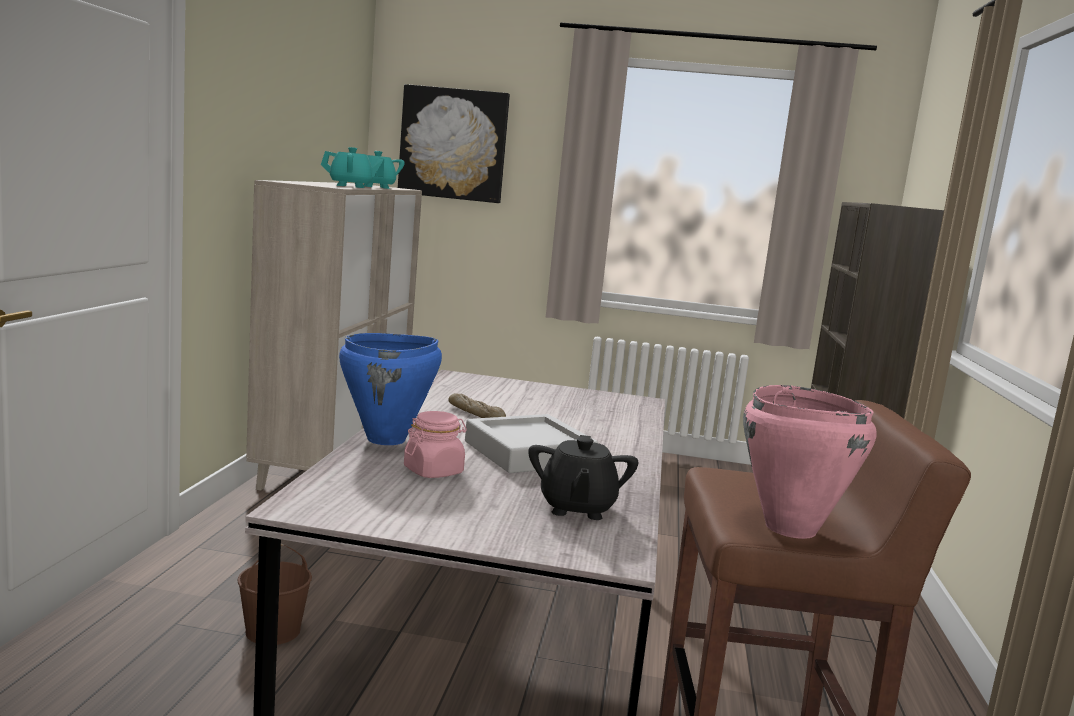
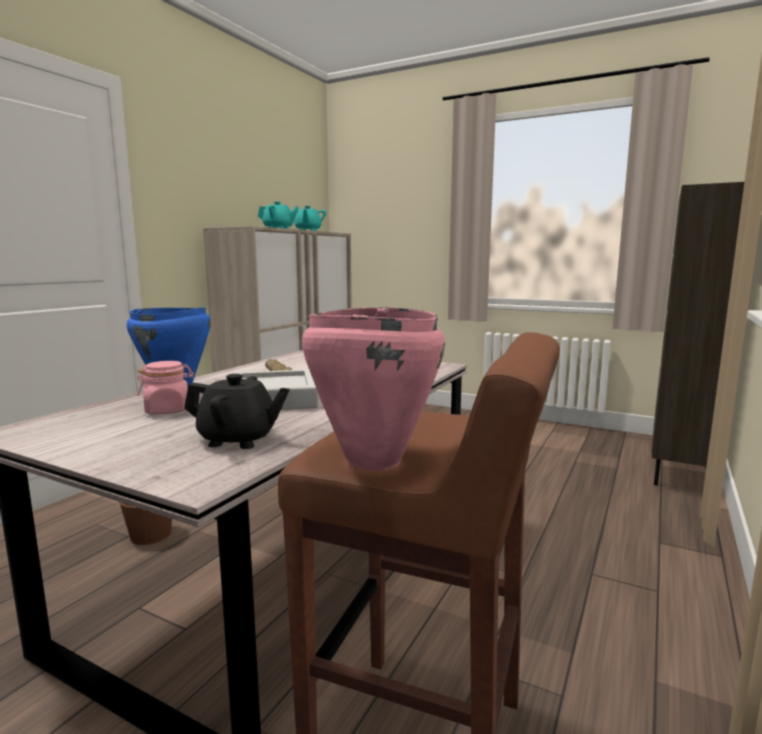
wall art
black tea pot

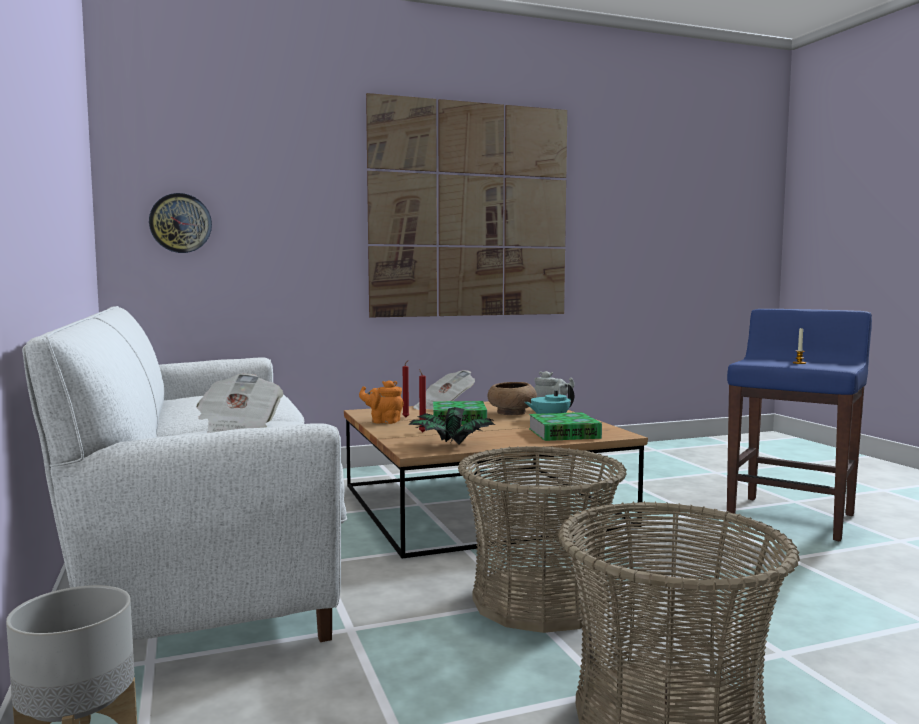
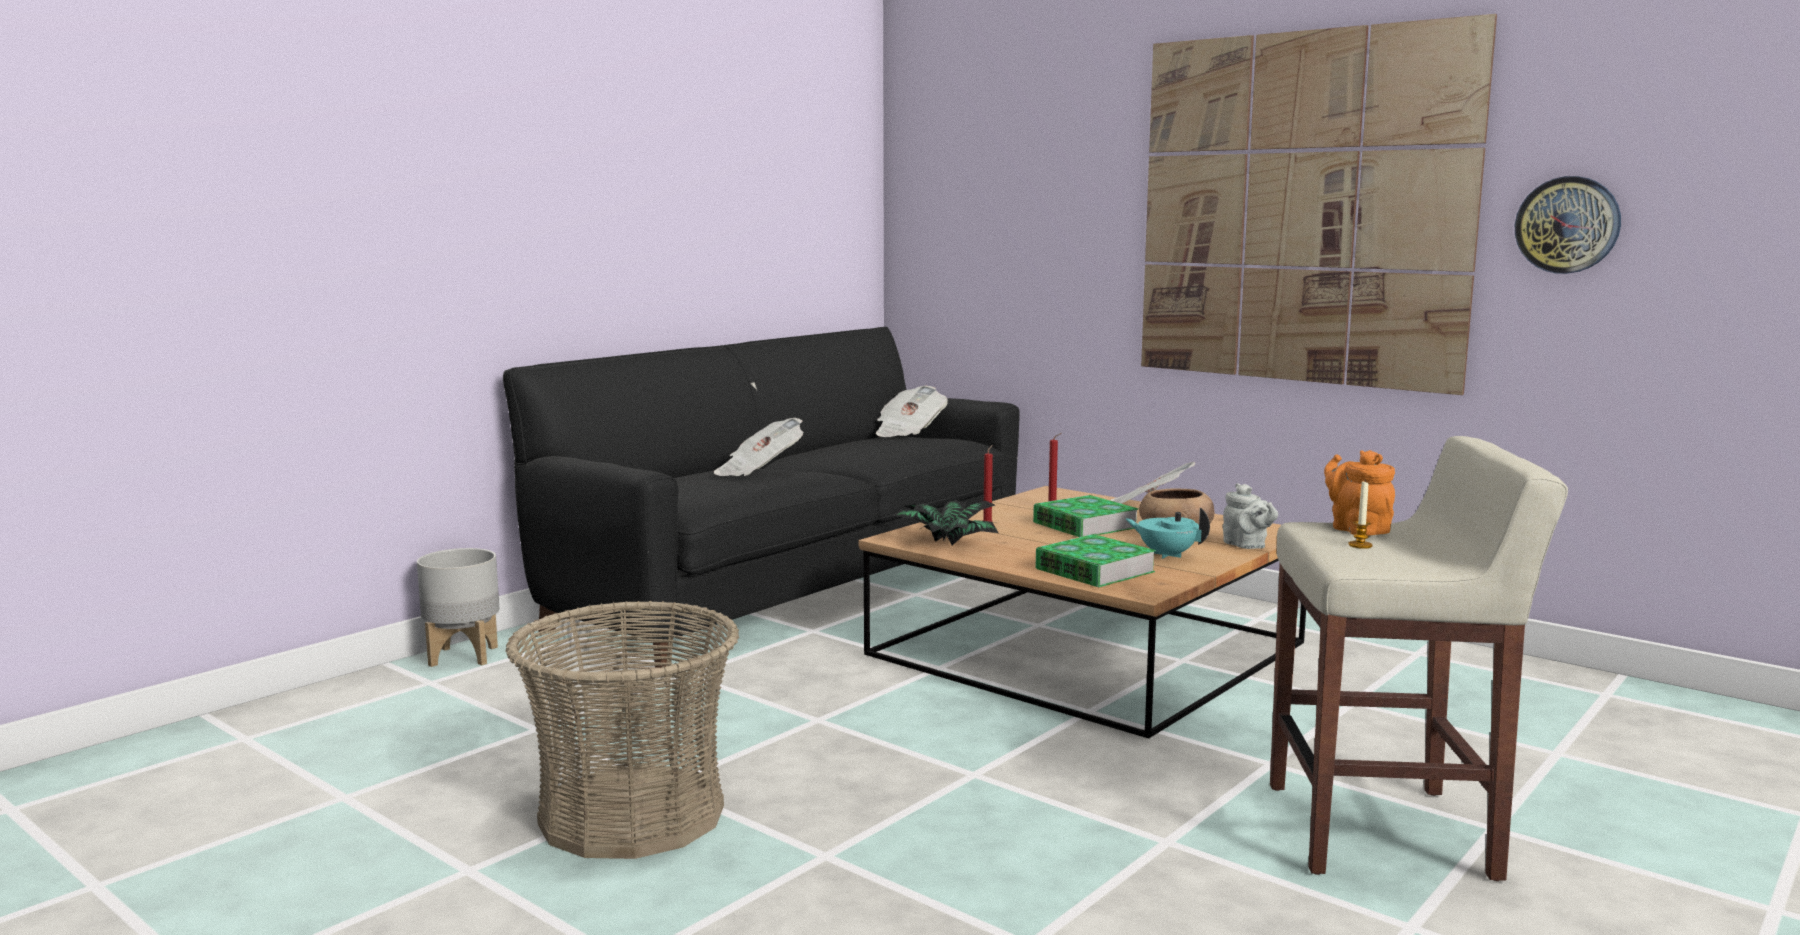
black sofa
clock on the wall
orange tea pot
storage basket (1st from left in the first image)
beige-coloured stool seat
newspaper (2nd from left)

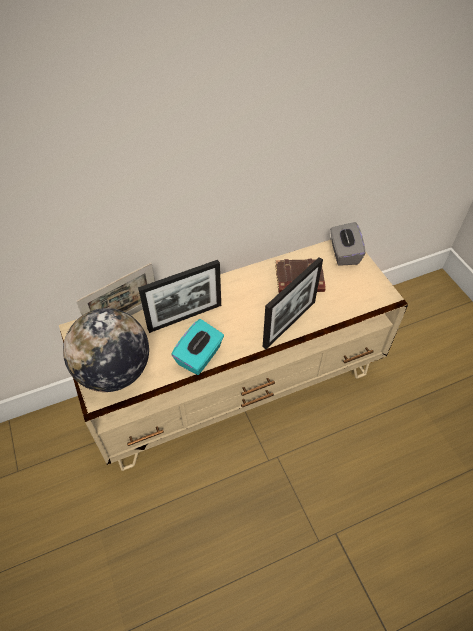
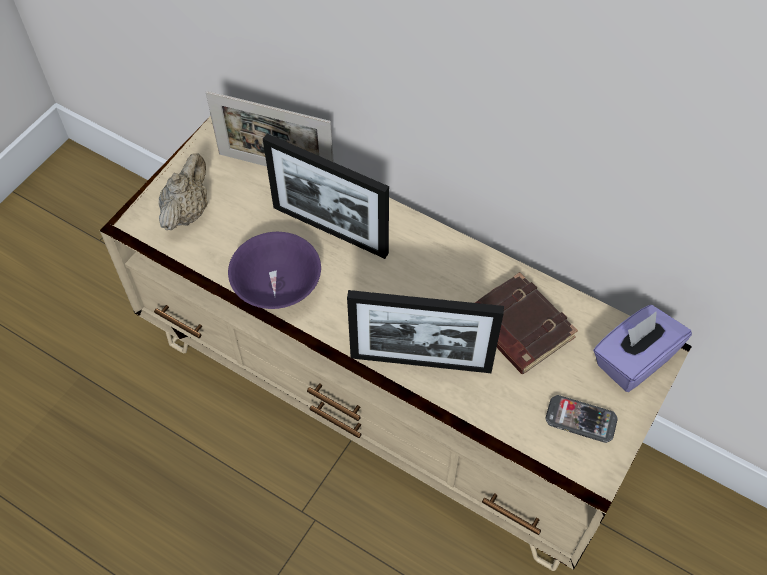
beige-coloured tea pot
purple-coloured deep dish
purple-coloured tissue box
telephone

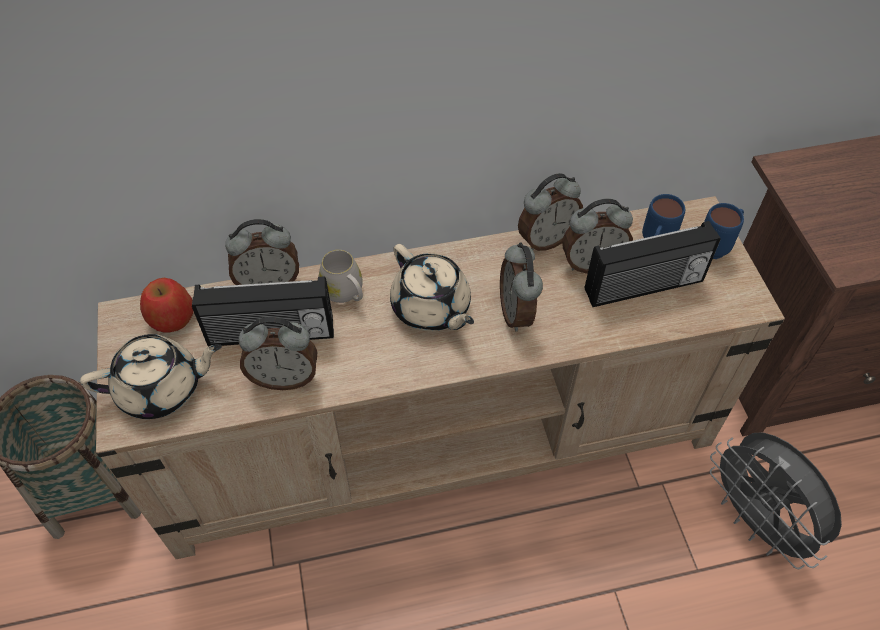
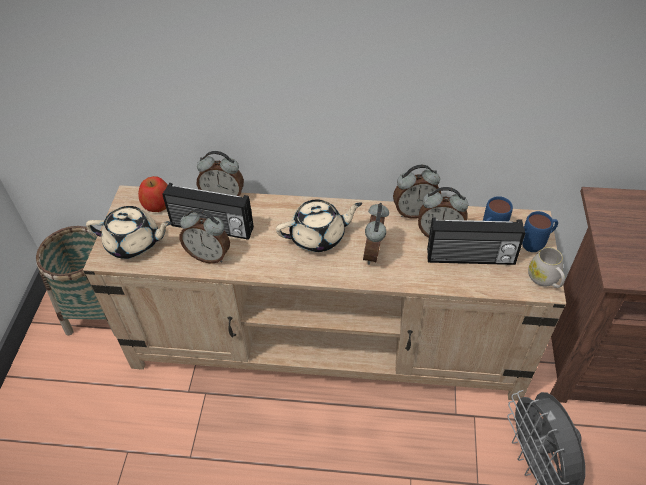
white coffee mug
beige-coloured tea pot (2nd from left)

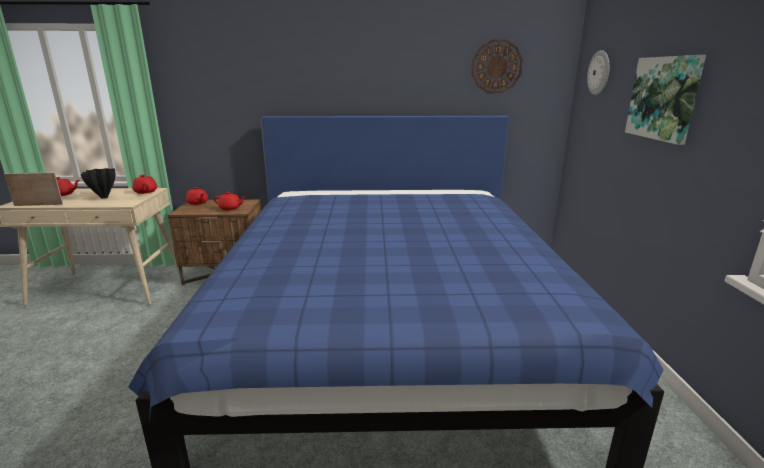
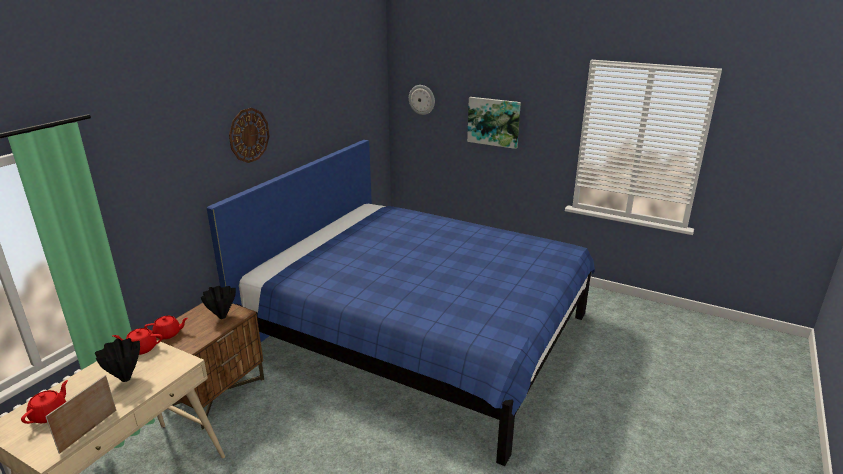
black flower vase (2nd from left)
clock on the wall (1st from left)

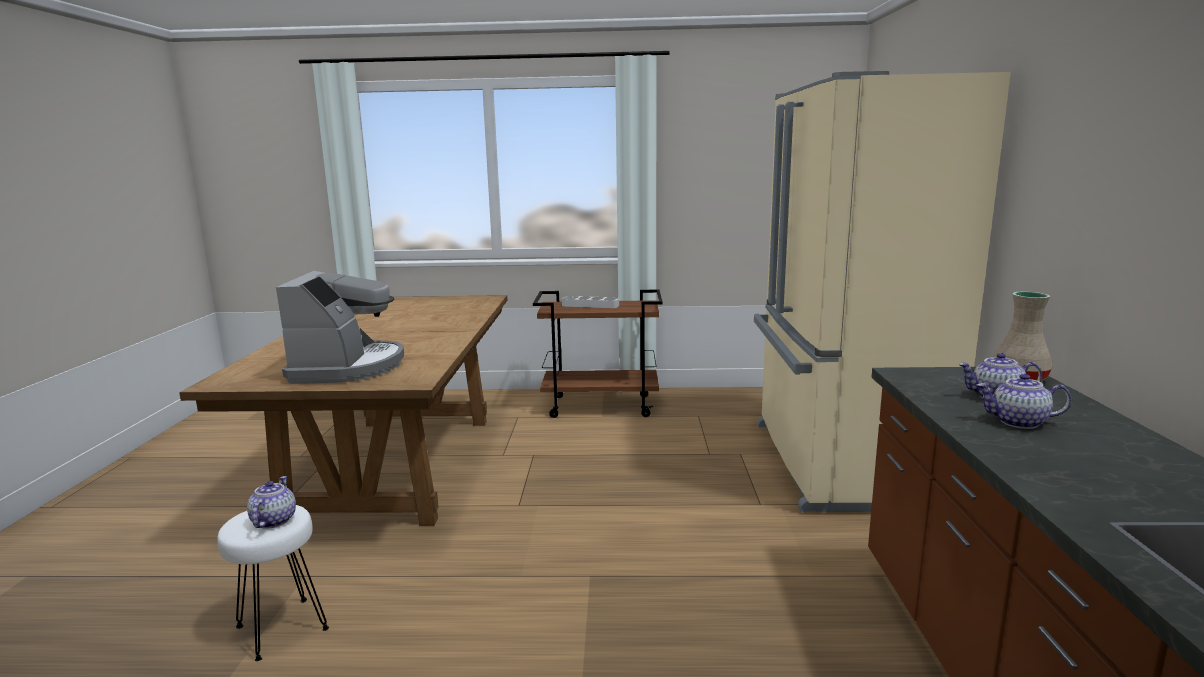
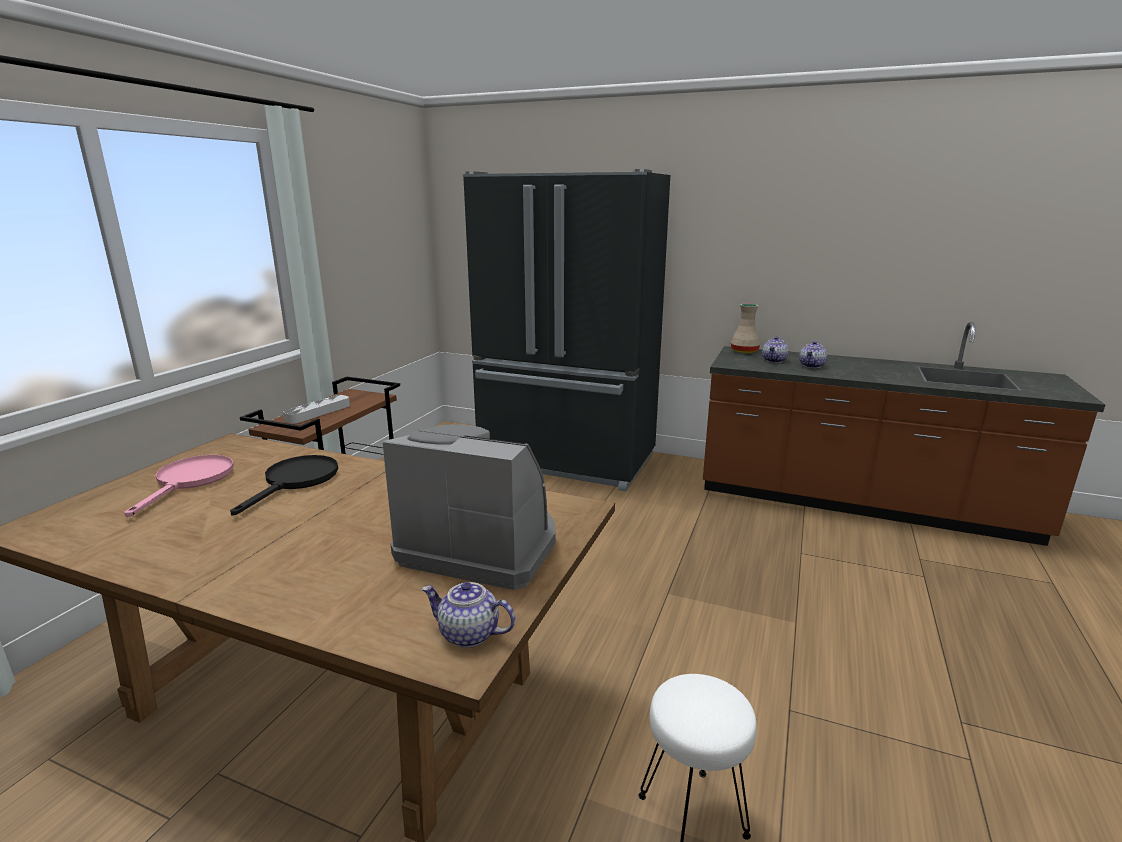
tea pot (1st from left)
black fridge
pinkish skillet
black skillet

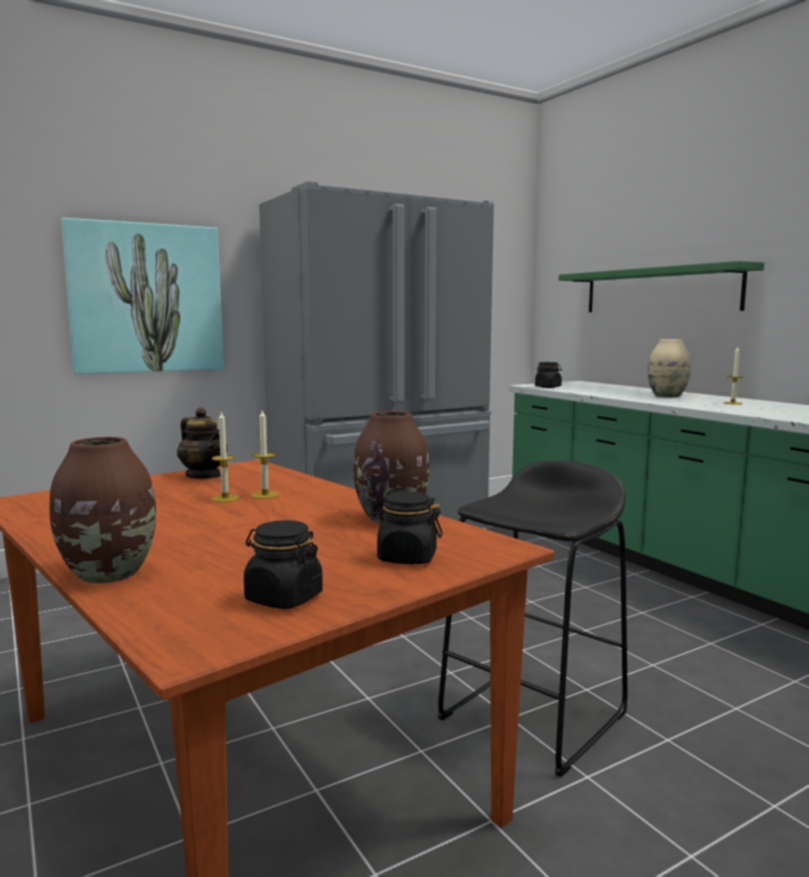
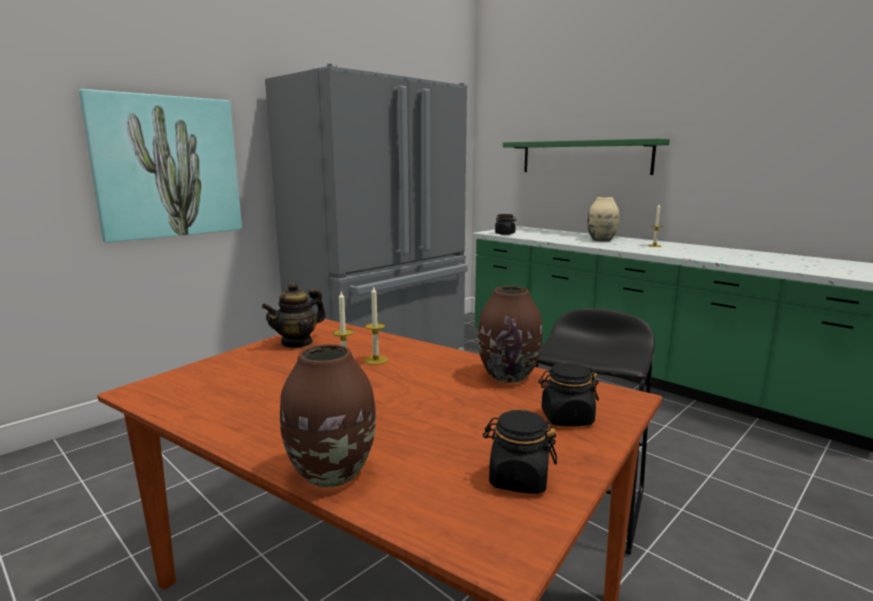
tea pot

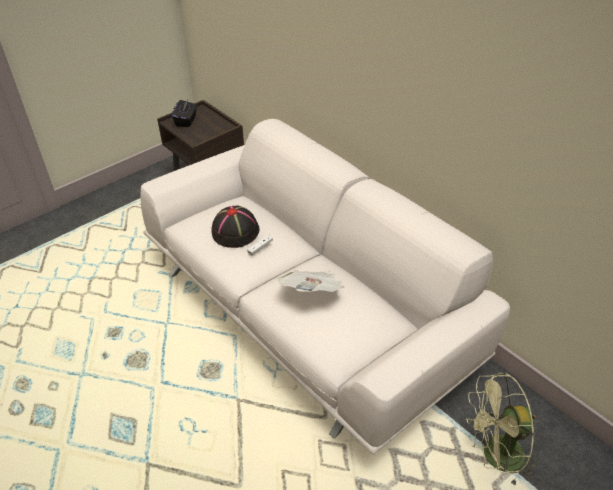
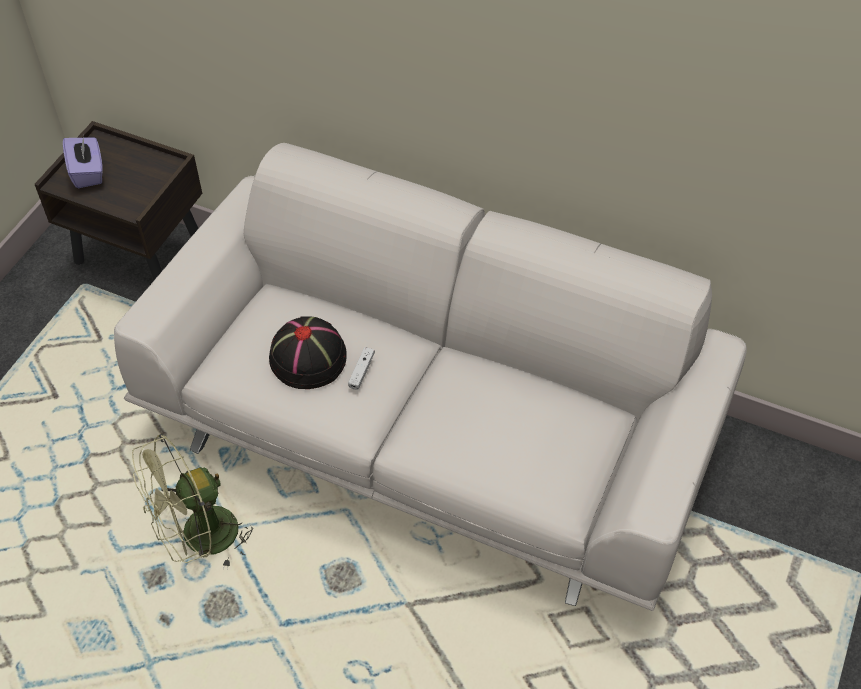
purple-coloured tissue box
newspaper
green cooling fan

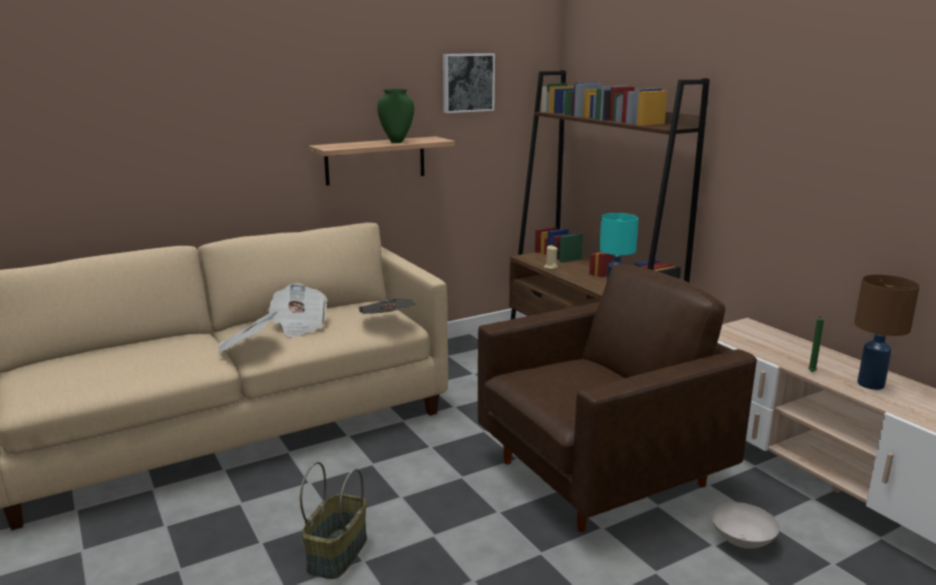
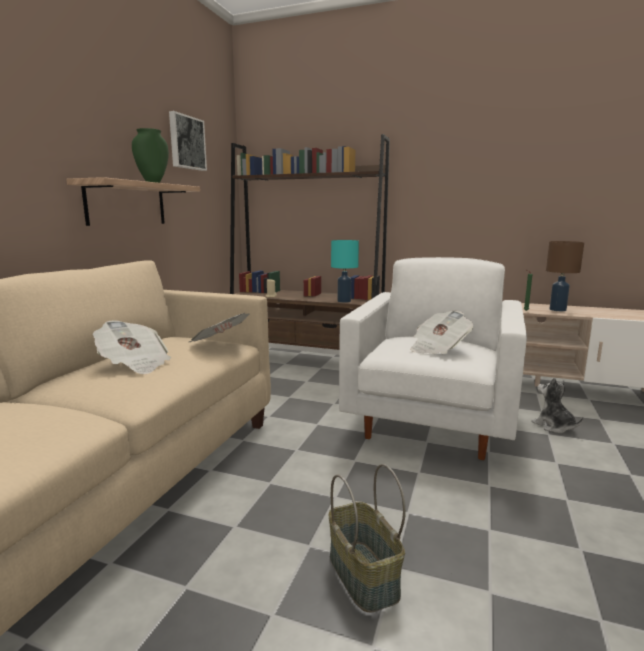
newspaper (3rd from left)
white armchair
plush toy

